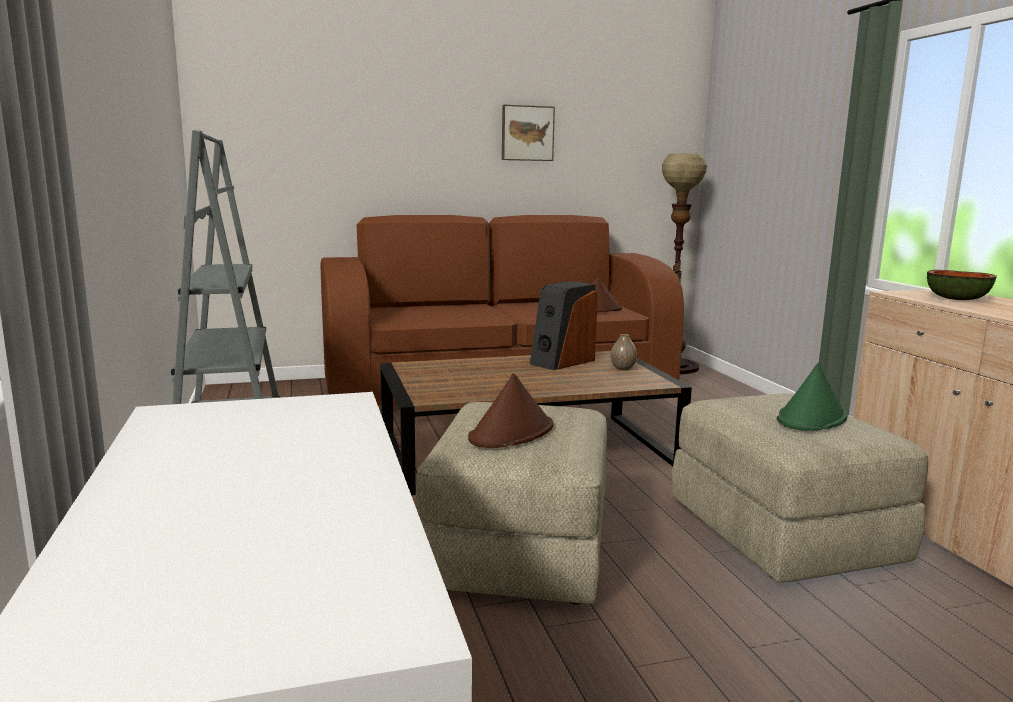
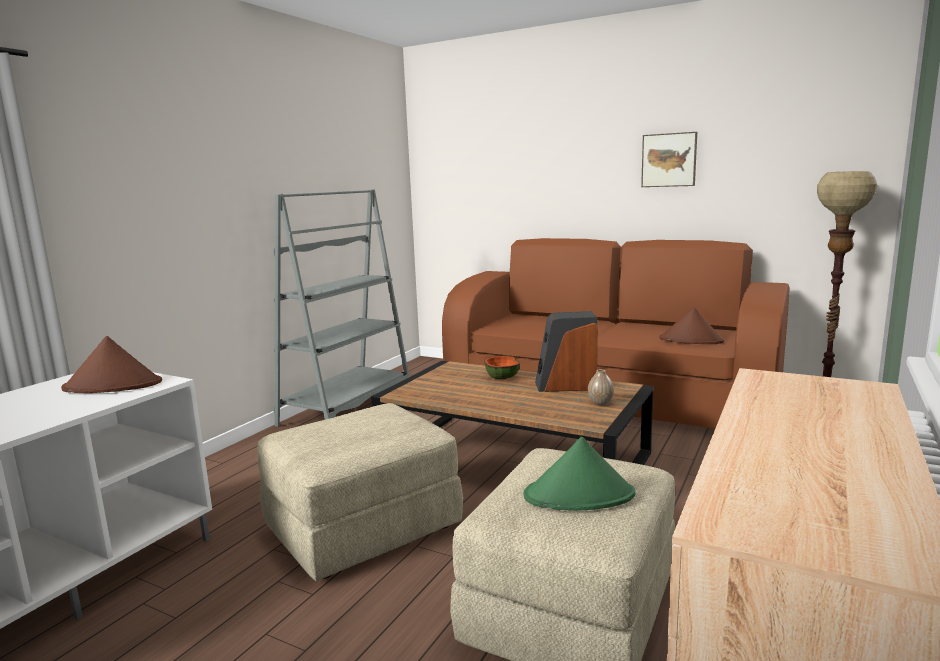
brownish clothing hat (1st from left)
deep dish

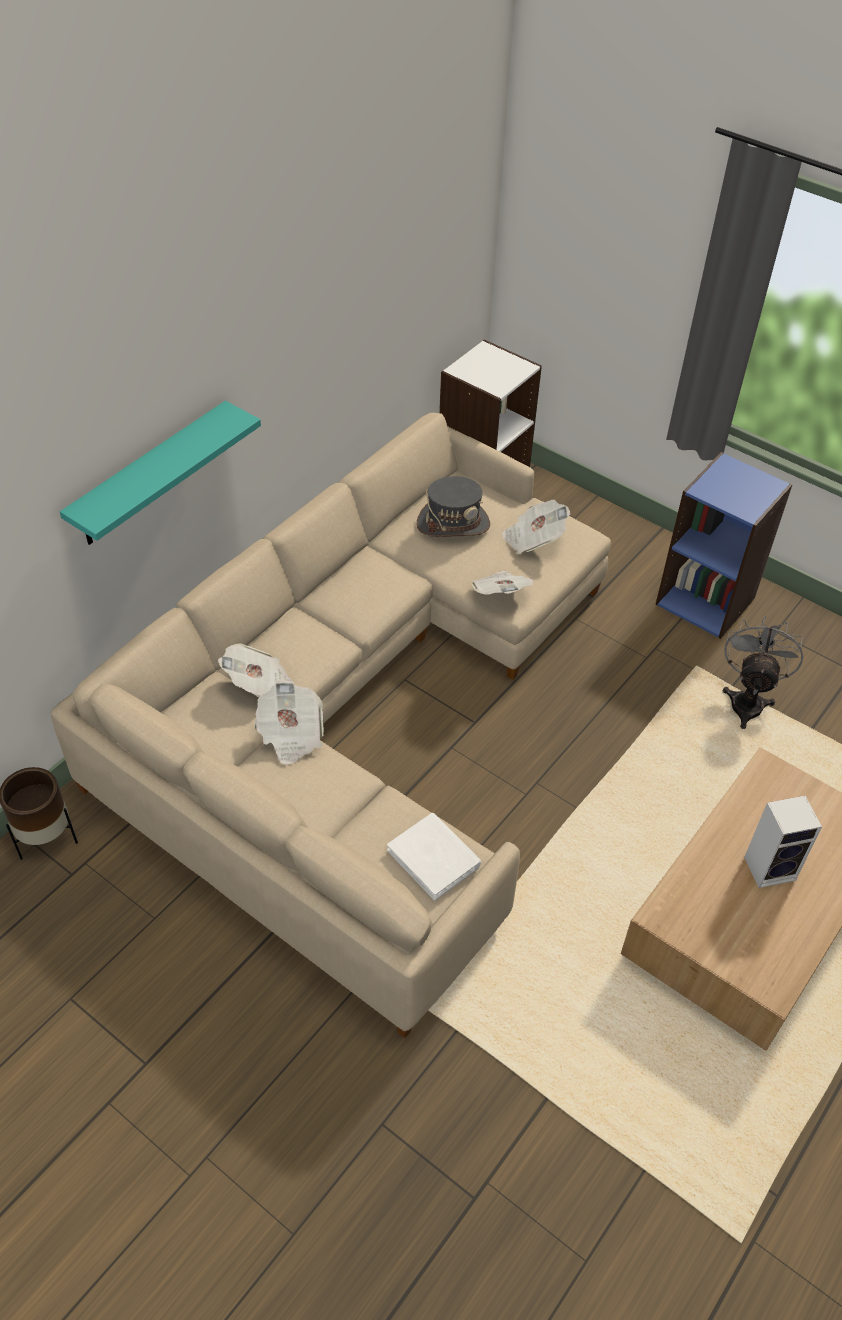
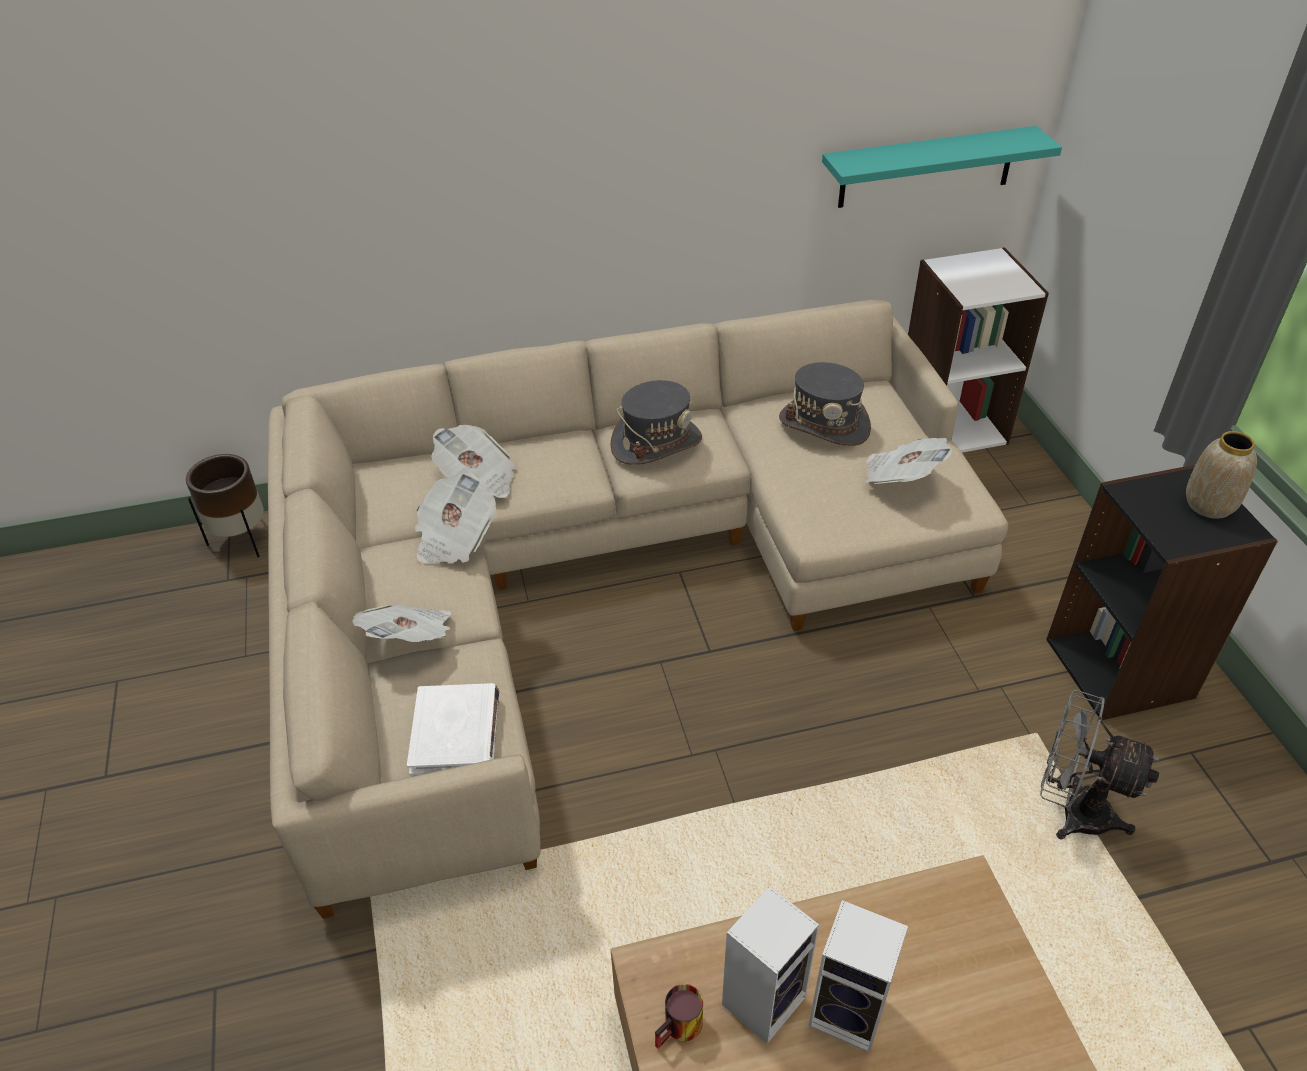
turquoise-coloured shelf
newspaper (1st from left)
black shelving unit
grey cooling fan
grey clothing hat (1st from left)
coffee mug
audio speaker (1st from left)
flower vase

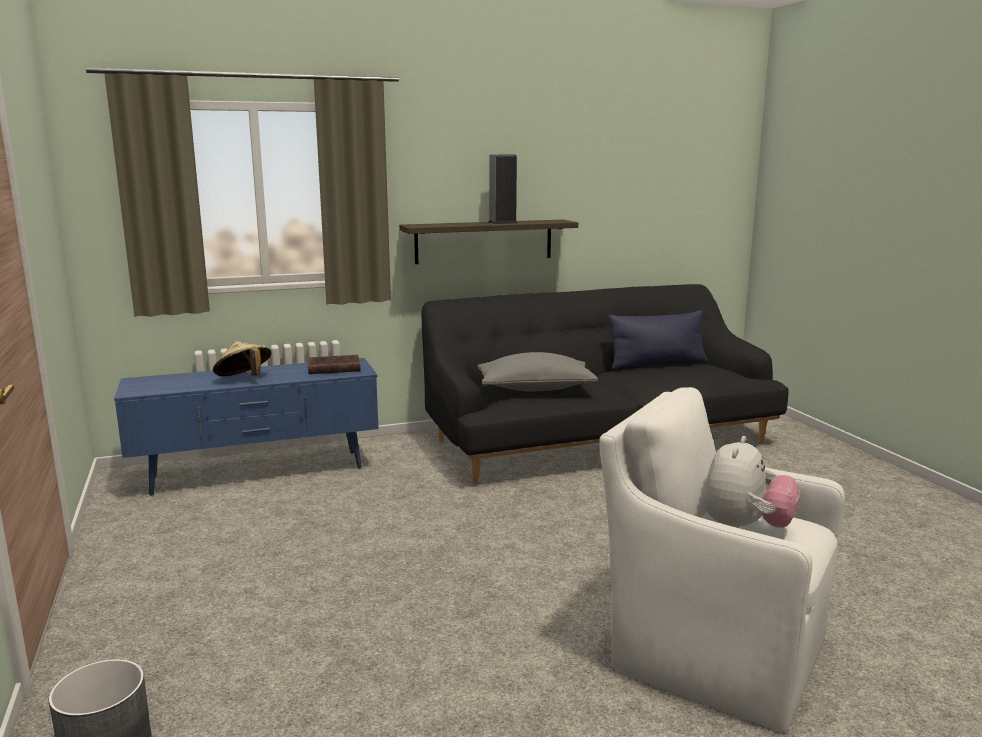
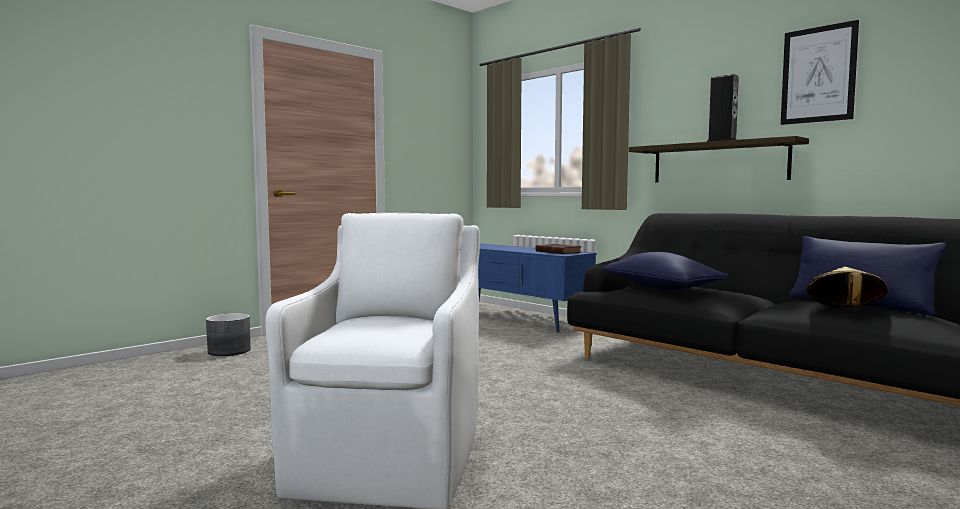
beige-coloured clothing hat
bluish throw pillow (1st from left)
plush toy
wall art

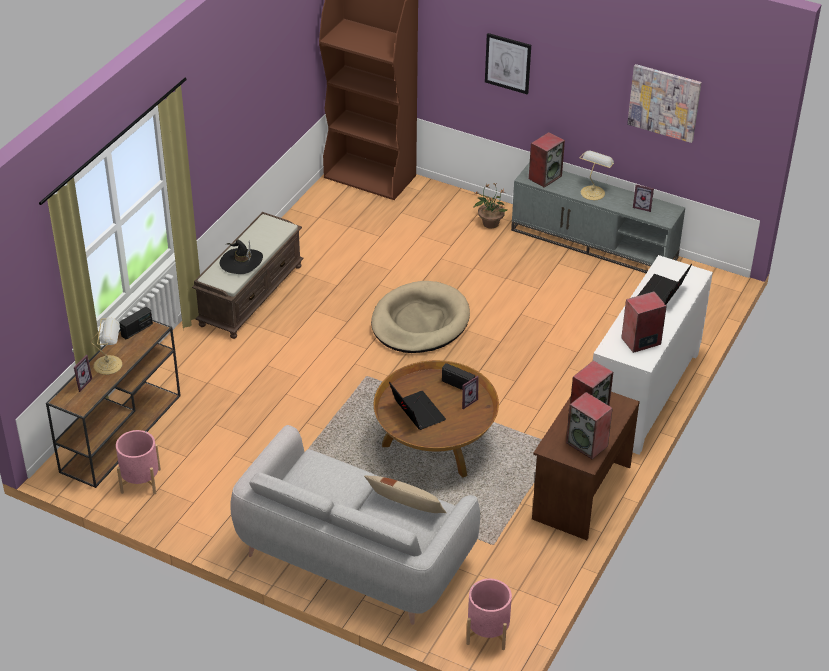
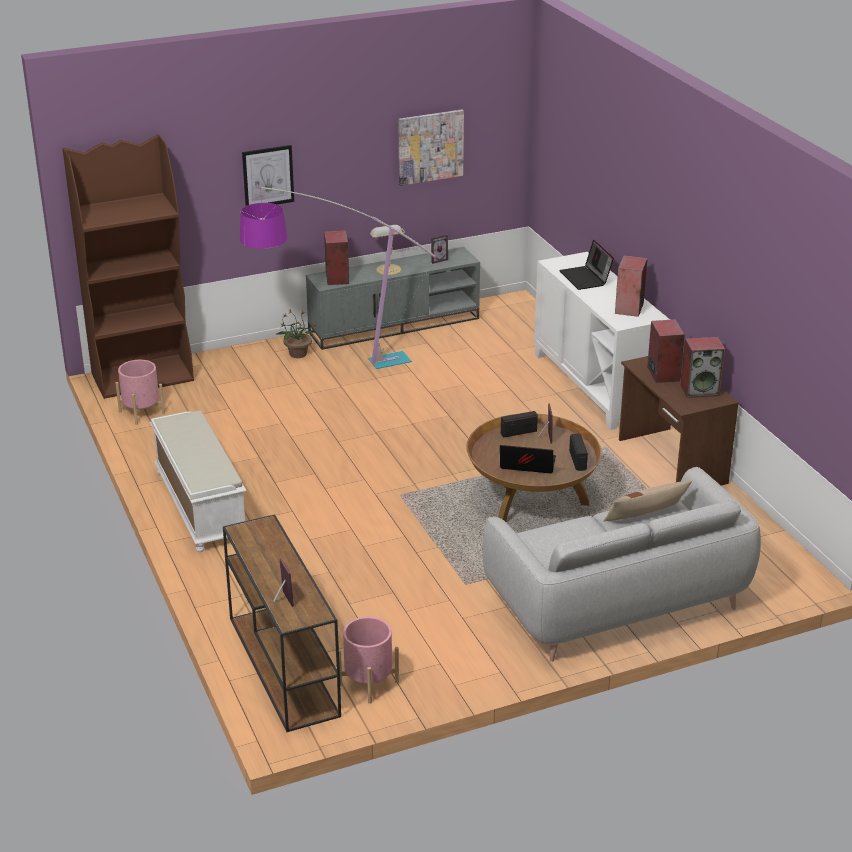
table lamp (1st from left in the first image)
radio set (2nd from left)
white indoor bench
black clothing hat
beige-coloured pet bed
pinkish plant pot (1st from left)
standard lamp

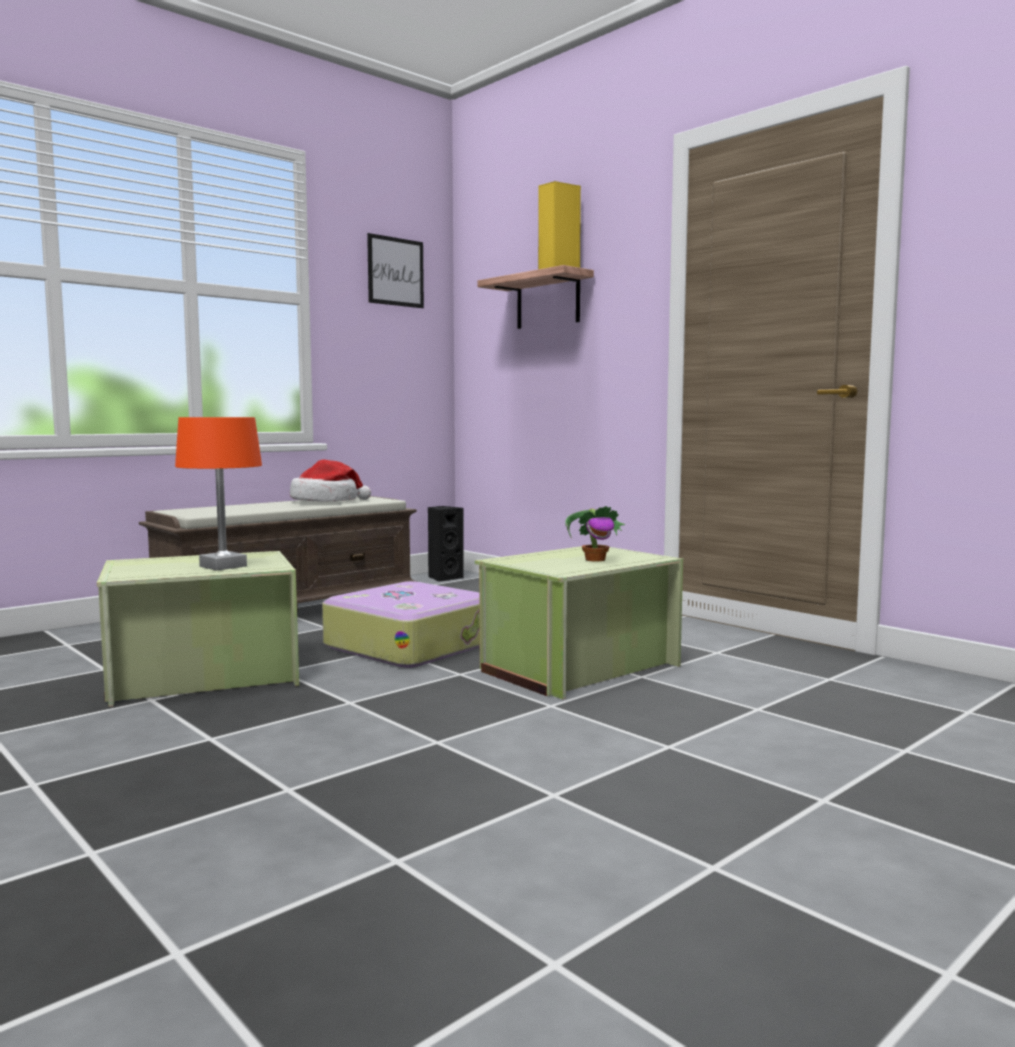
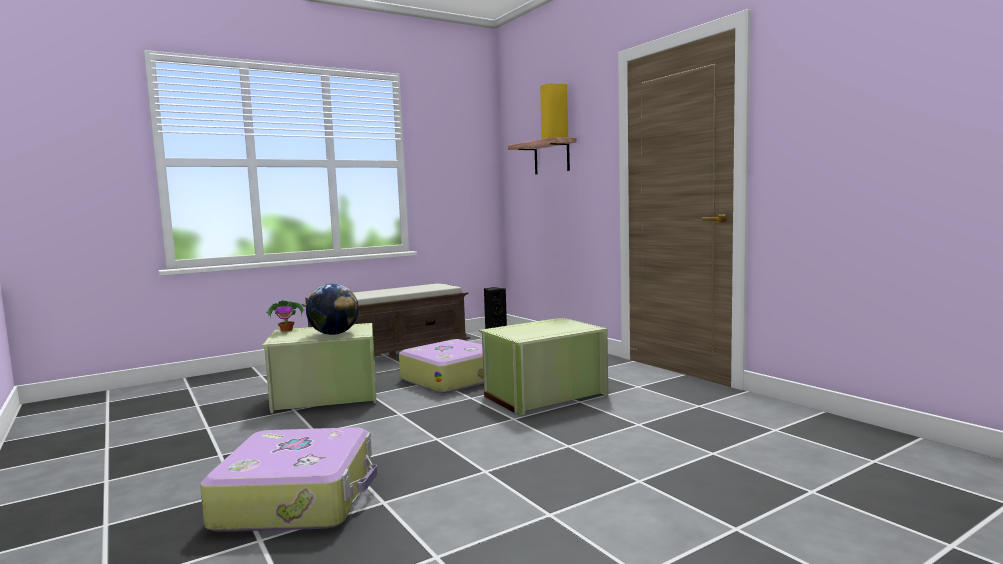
globe
clothing hat
wall art
plant in a pot
suitcase (1st from left)

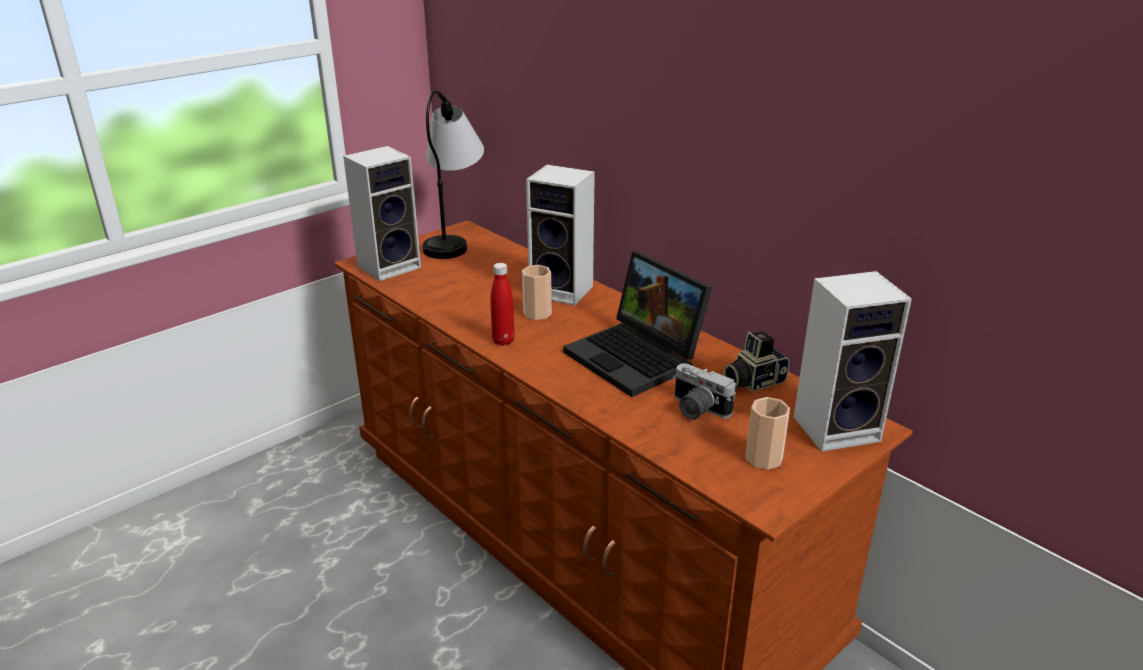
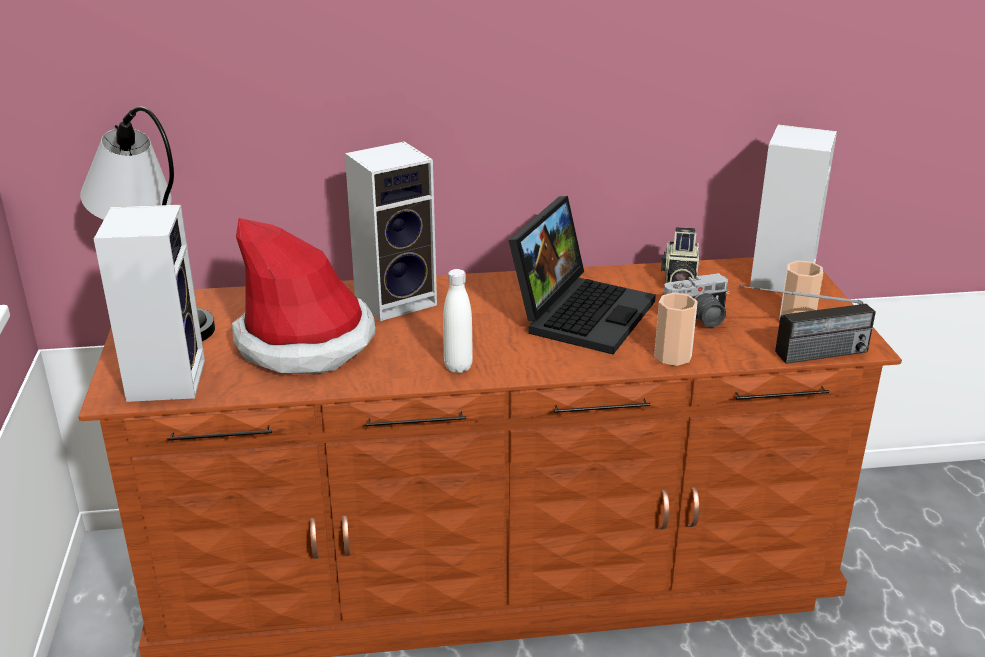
white drink bottle
drinking cup (1st from left)
portable computer
clothing hat
radio set

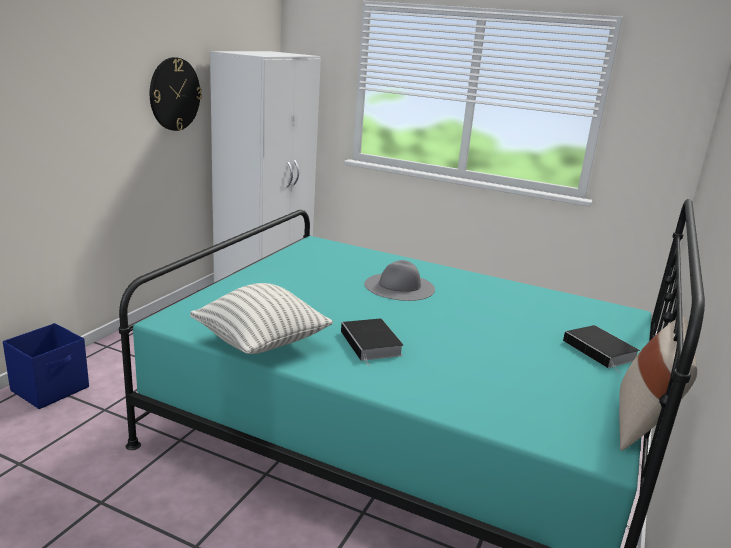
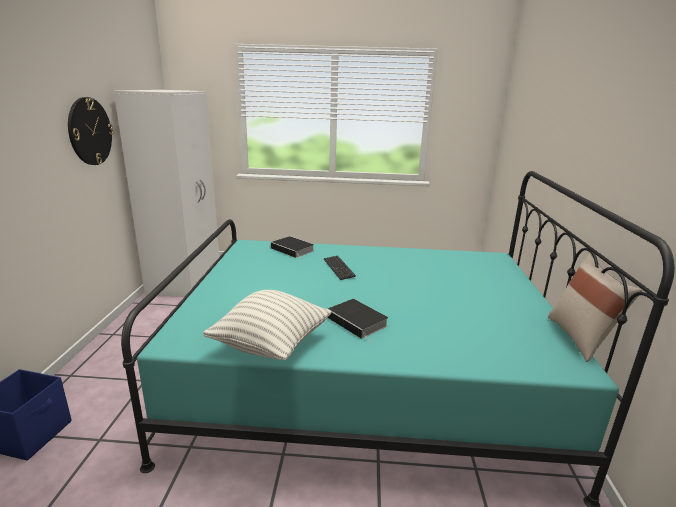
computer keyboard
bound book (1st from left)

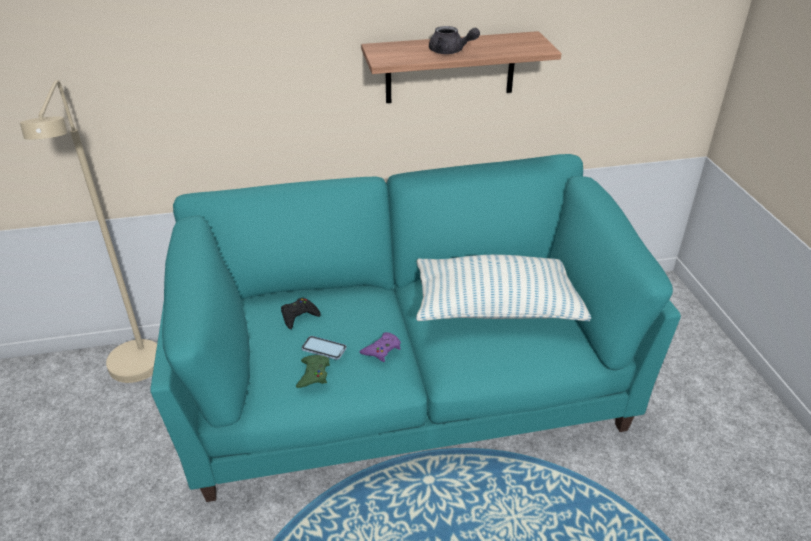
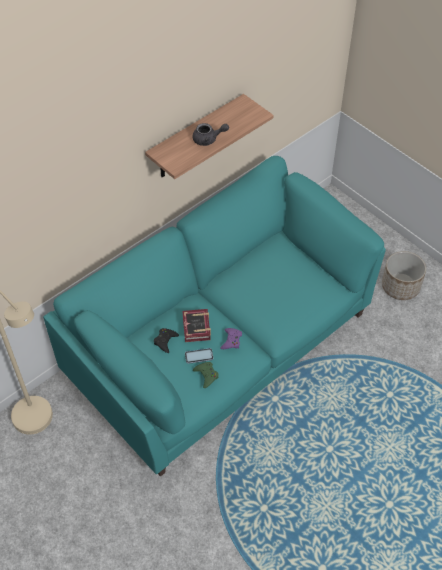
throw pillow
bound book
plant pot

